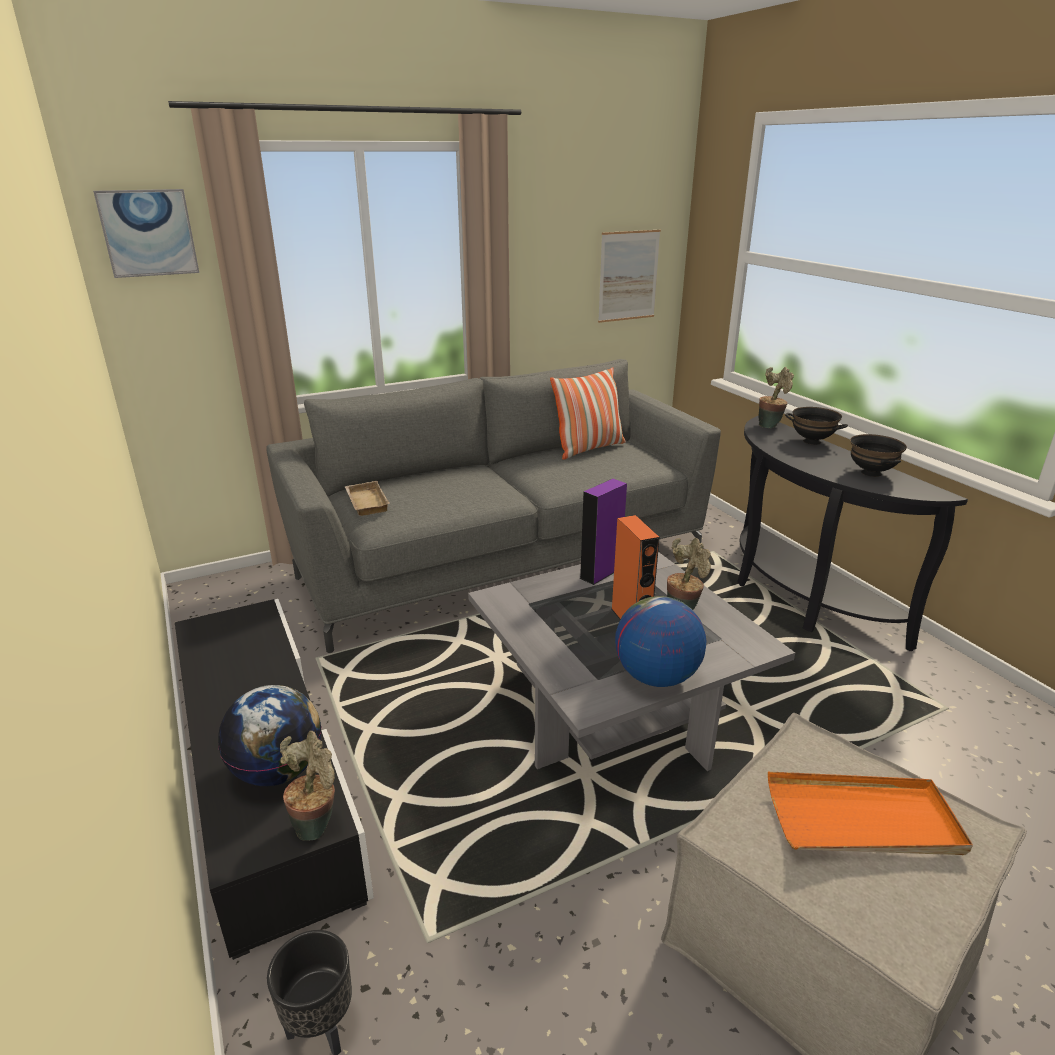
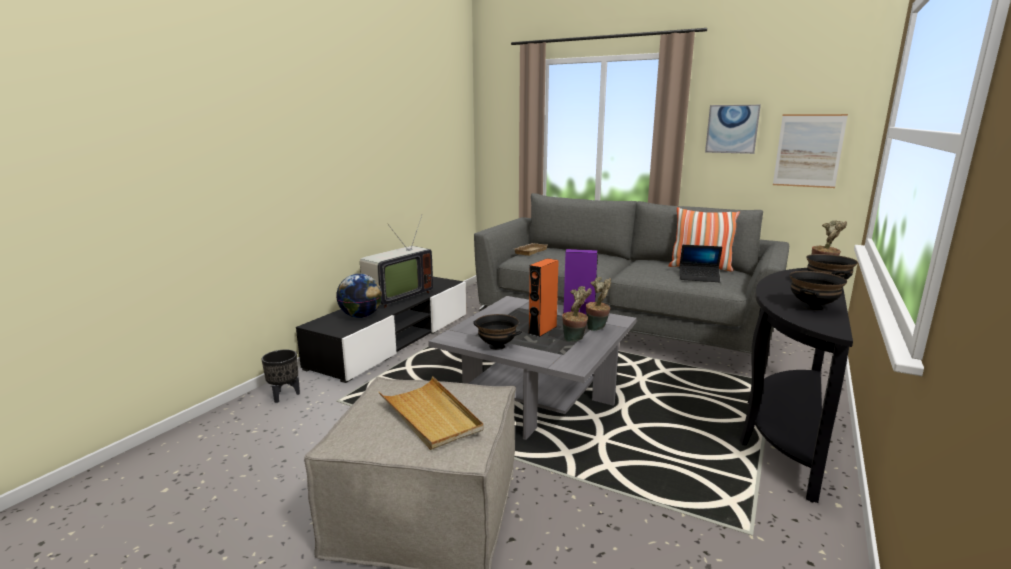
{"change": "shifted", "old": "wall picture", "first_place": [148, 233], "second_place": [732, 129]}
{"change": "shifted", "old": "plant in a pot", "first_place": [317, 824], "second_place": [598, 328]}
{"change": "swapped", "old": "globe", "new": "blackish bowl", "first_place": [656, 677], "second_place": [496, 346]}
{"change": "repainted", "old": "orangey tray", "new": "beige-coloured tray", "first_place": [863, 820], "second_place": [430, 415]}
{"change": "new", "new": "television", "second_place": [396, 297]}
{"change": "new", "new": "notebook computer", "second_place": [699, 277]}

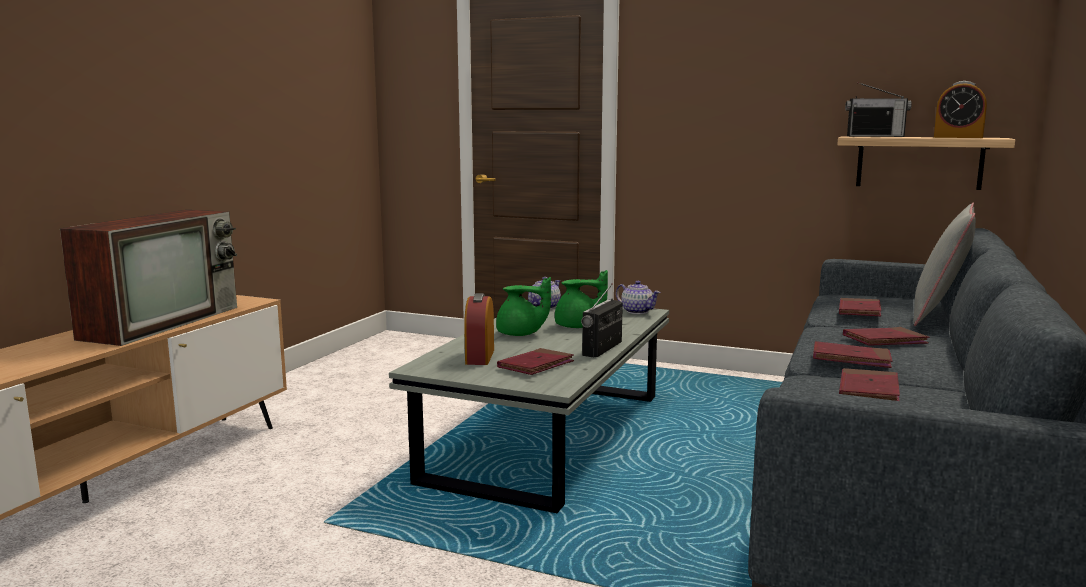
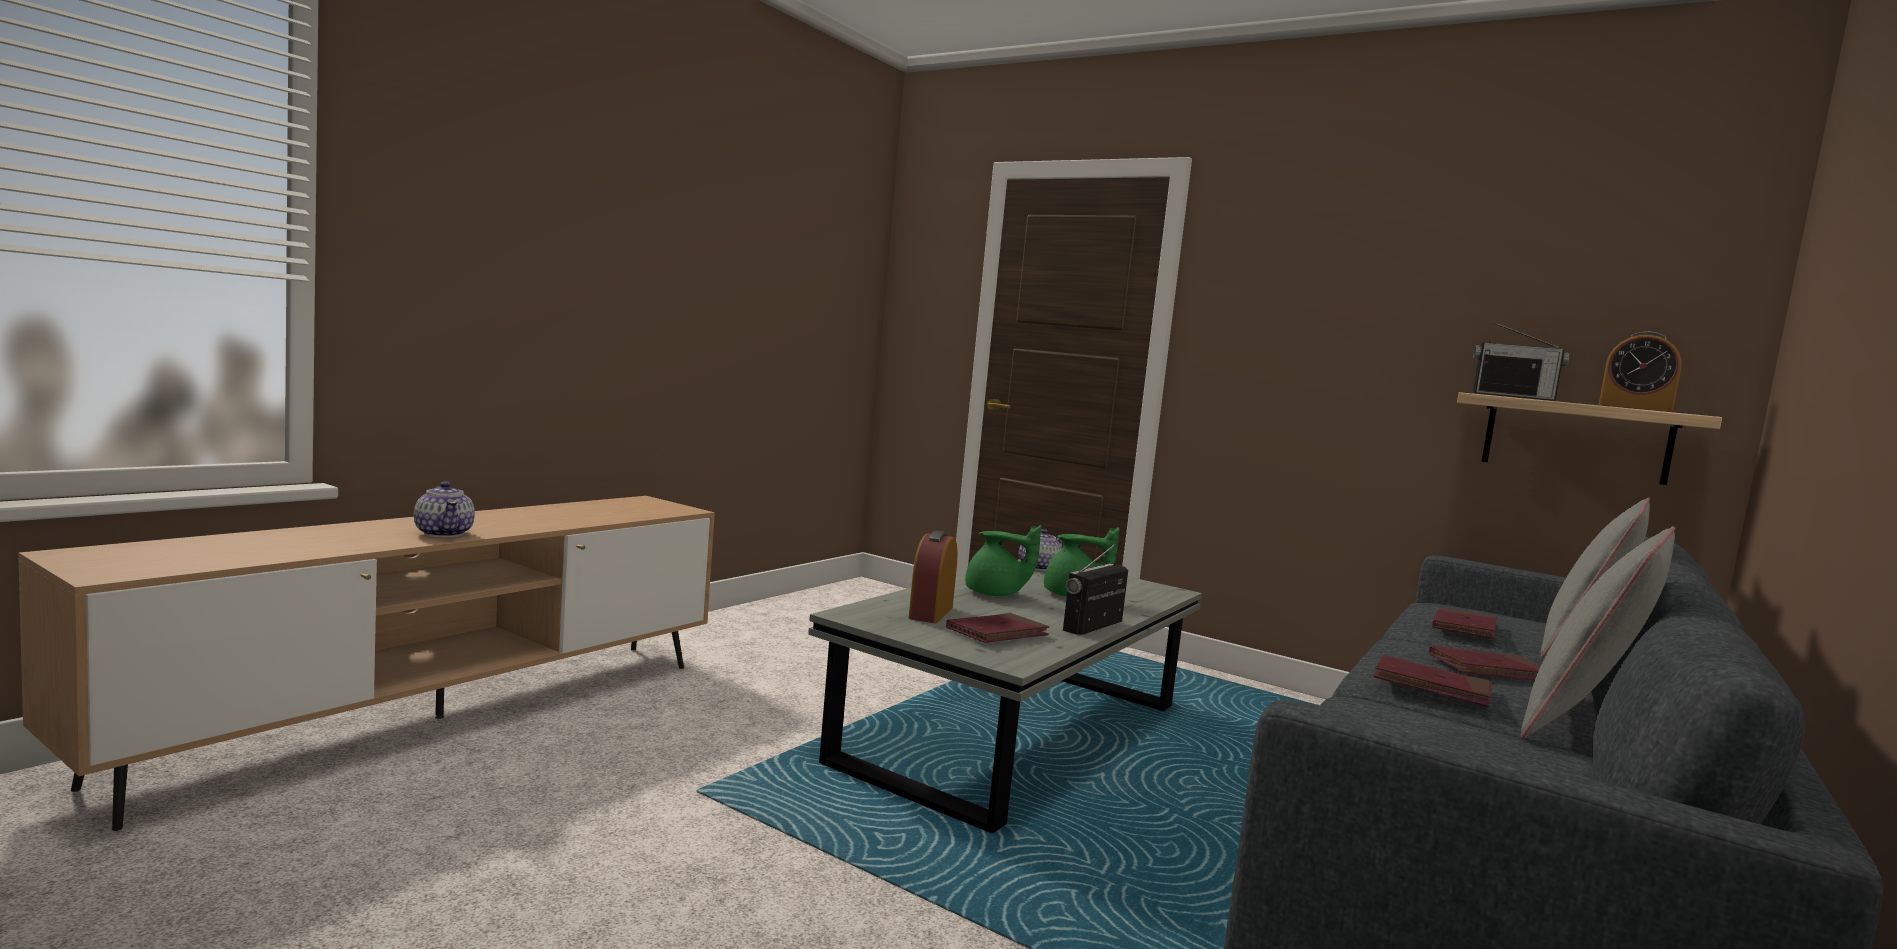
{"change": "gone", "old": "television", "first_place": [163, 322]}
{"change": "shifted", "old": "tea pot", "first_place": [637, 311], "second_place": [444, 533]}
{"change": "gone", "old": "red bound book", "first_place": [868, 390]}
{"change": "new", "new": "grey cushion", "second_place": [1581, 726]}

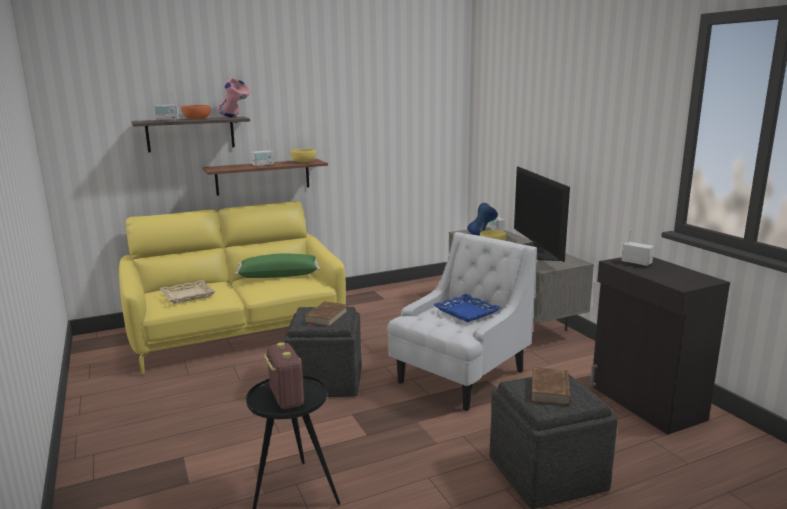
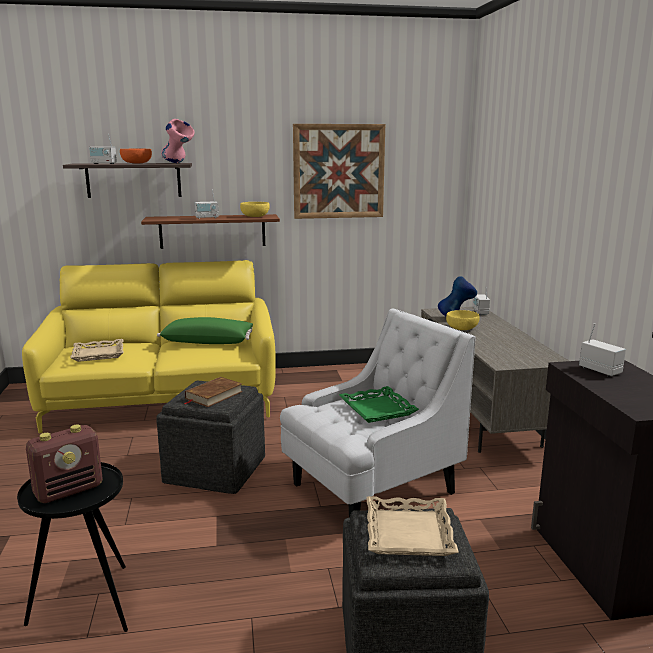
{"change": "rotated", "old": "radio set", "first_place": [286, 398], "second_place": [69, 490], "degrees": 60}
{"change": "repainted", "old": "bluish tray", "new": "greenish tray", "first_place": [466, 312], "second_place": [377, 409]}
{"change": "gone", "old": "television", "first_place": [538, 252]}
{"change": "swapped", "old": "brownish bound book", "new": "beige-coloured tray", "first_place": [550, 389], "second_place": [409, 533]}
{"change": "new", "new": "wall picture", "second_place": [338, 171]}

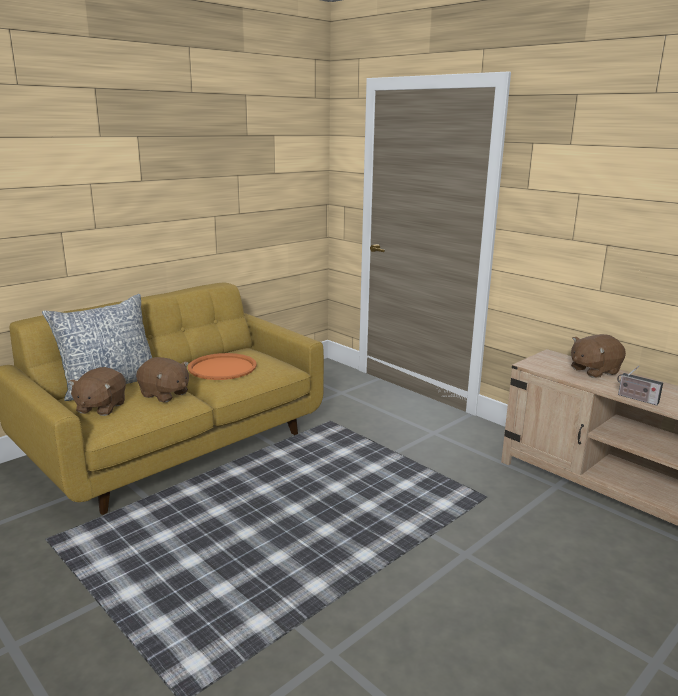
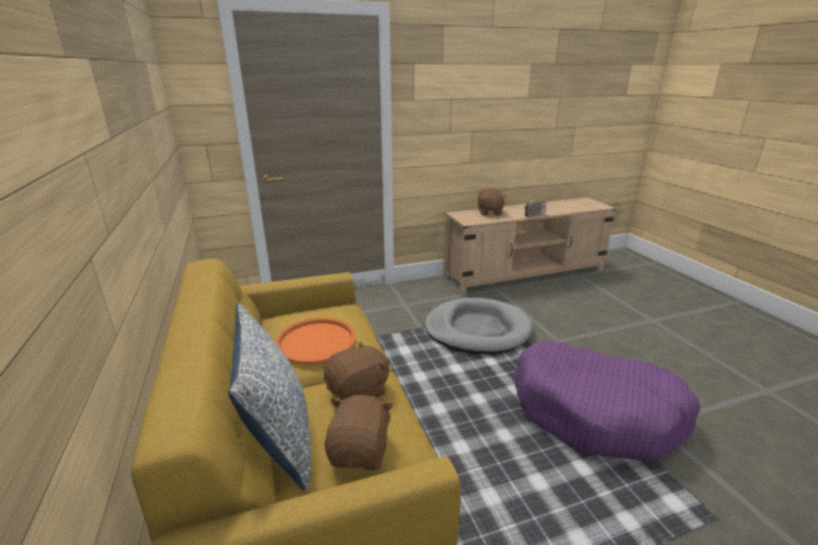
{"change": "rotated", "old": "brownish cuddly toy", "first_place": [100, 407], "second_place": [360, 451], "degrees": -120}
{"change": "new", "new": "grey dog bed", "second_place": [477, 330]}
{"change": "new", "new": "purple-coloured dog bed", "second_place": [595, 412]}

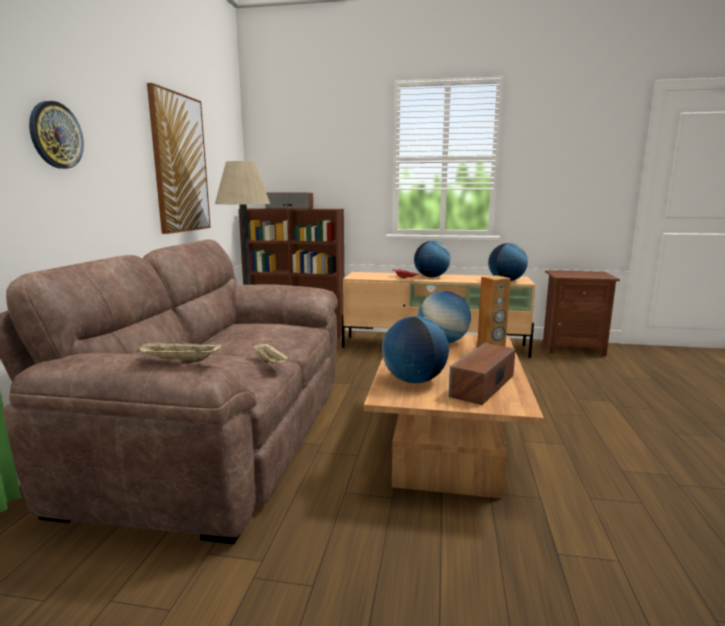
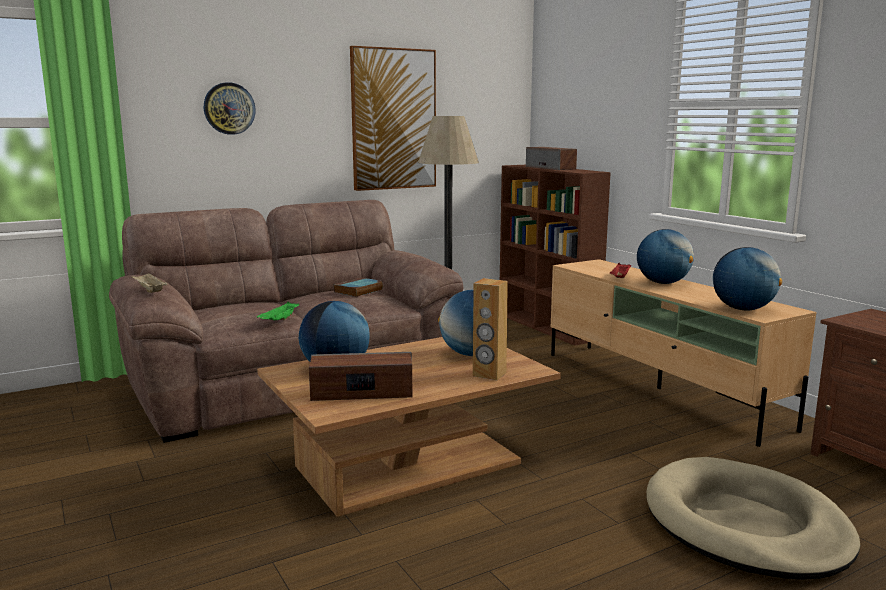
{"change": "repainted", "old": "beige-coloured tray", "new": "greenish tray", "first_place": [271, 363], "second_place": [280, 321]}
{"change": "new", "new": "bound book", "second_place": [358, 291]}
{"change": "new", "new": "beige-coloured dog bed", "second_place": [745, 524]}

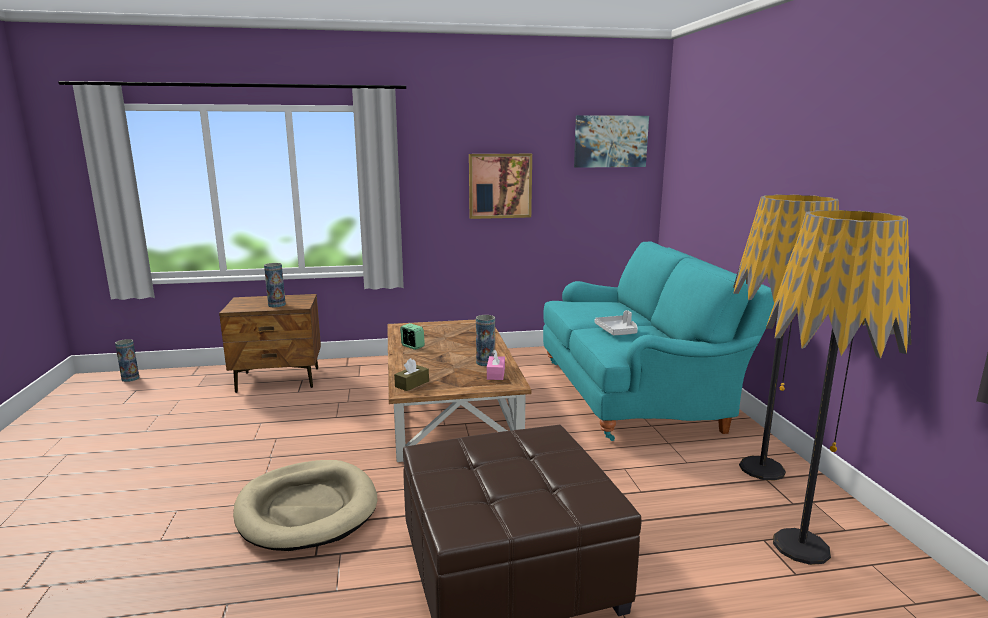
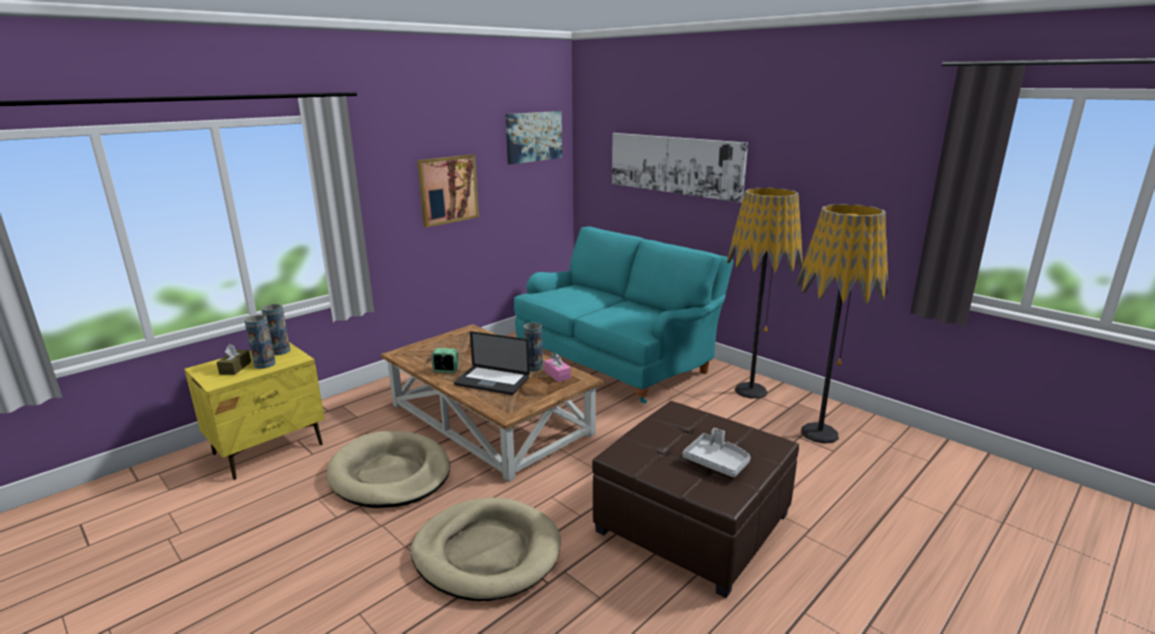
{"change": "shifted", "old": "flower vase", "first_place": [130, 378], "second_place": [280, 351]}
{"change": "repainted", "old": "brownish nightstand", "new": "yellow nightstand", "first_place": [279, 380], "second_place": [269, 449]}
{"change": "shifted", "old": "brownish box of tissues", "first_place": [412, 384], "second_place": [235, 368]}
{"change": "shifted", "old": "grey tray", "first_place": [617, 331], "second_place": [716, 462]}
{"change": "new", "new": "beige-coloured dog bed", "second_place": [390, 474]}
{"change": "new", "new": "notebook computer", "second_place": [492, 381]}
{"change": "new", "new": "wall picture", "second_place": [674, 165]}

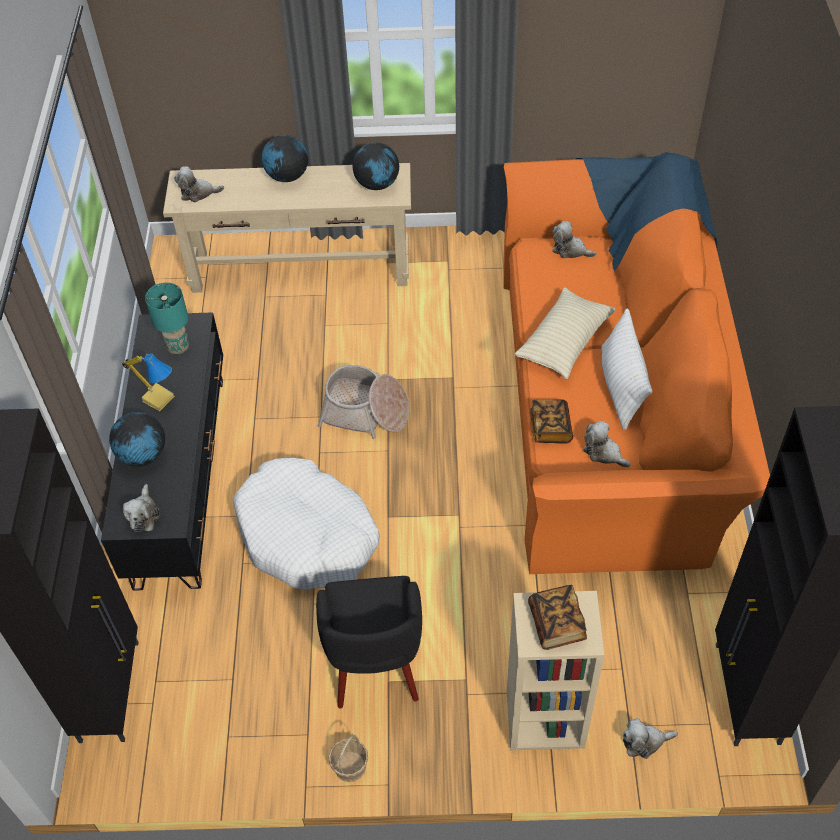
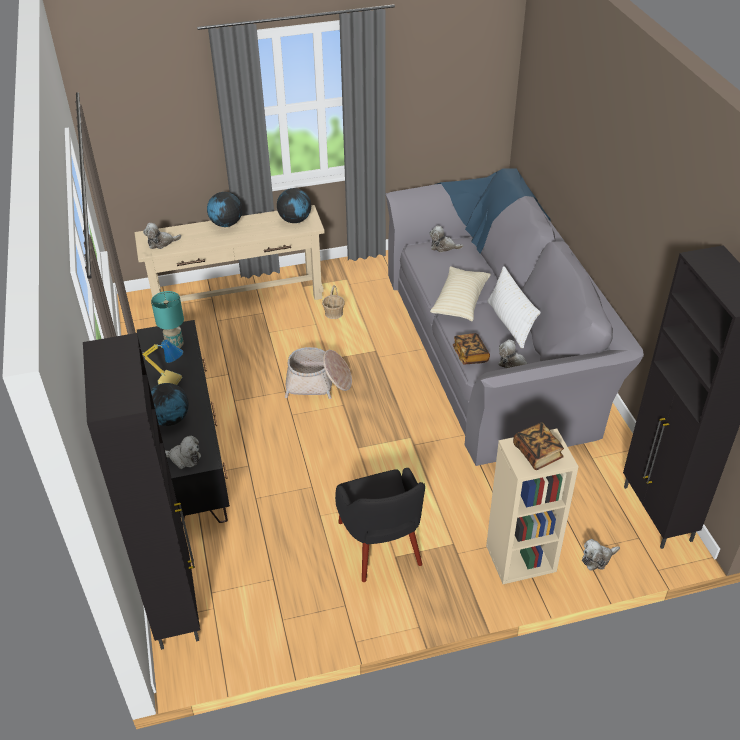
{"change": "rotated", "old": "cuddly toy", "first_place": [143, 514], "second_place": [183, 458], "degrees": -60}
{"change": "gone", "old": "white-coloured dog bed", "first_place": [307, 535]}
{"change": "shifted", "old": "storage basket", "first_place": [350, 766], "second_place": [334, 313]}
{"change": "repainted", "old": "orangey settee", "new": "grey settee", "first_place": [610, 400], "second_place": [494, 347]}

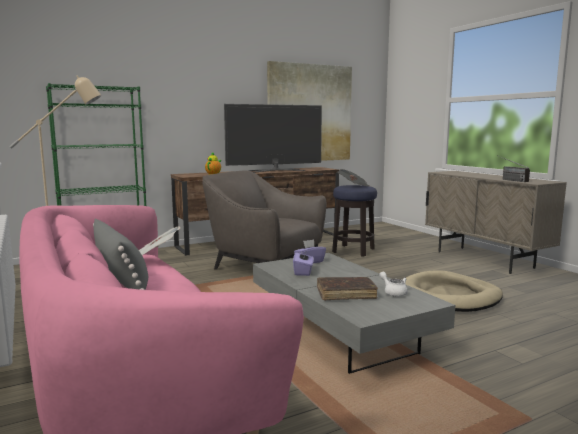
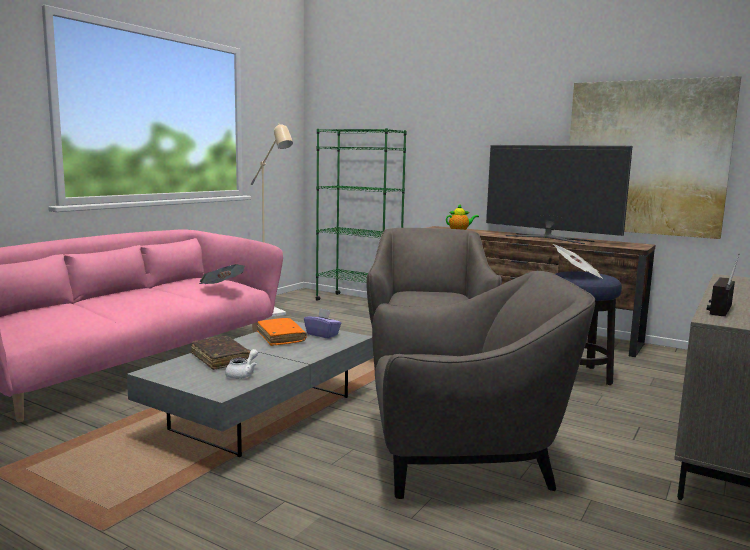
{"change": "gone", "old": "grey cushion", "first_place": [121, 277]}
{"change": "swapped", "old": "purple-coloured box of tissues", "new": "orangey bound book", "first_place": [303, 272], "second_place": [281, 337]}
{"change": "swapped", "old": "beige-coloured dog bed", "new": "grey lounge chair", "first_place": [449, 296], "second_place": [464, 456]}

